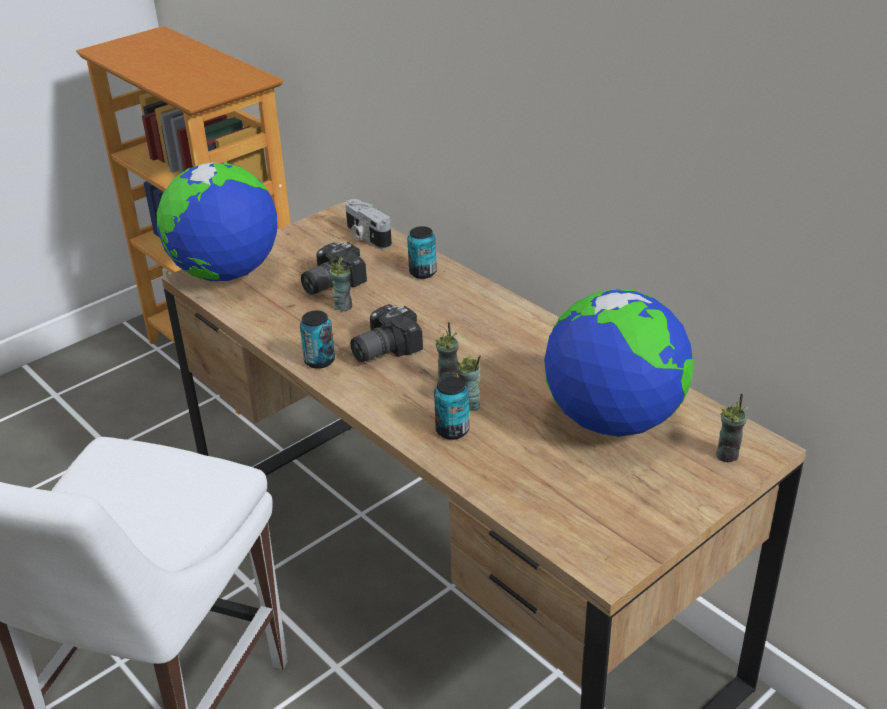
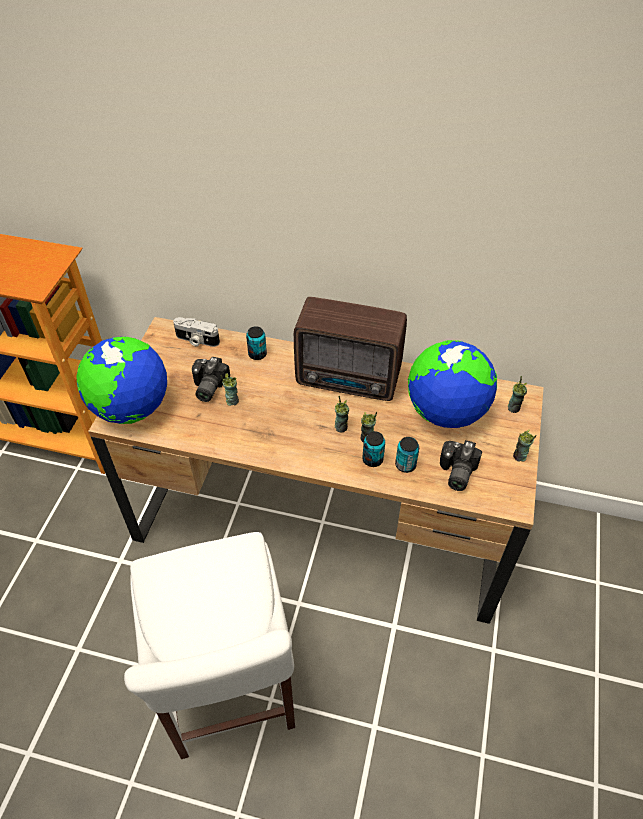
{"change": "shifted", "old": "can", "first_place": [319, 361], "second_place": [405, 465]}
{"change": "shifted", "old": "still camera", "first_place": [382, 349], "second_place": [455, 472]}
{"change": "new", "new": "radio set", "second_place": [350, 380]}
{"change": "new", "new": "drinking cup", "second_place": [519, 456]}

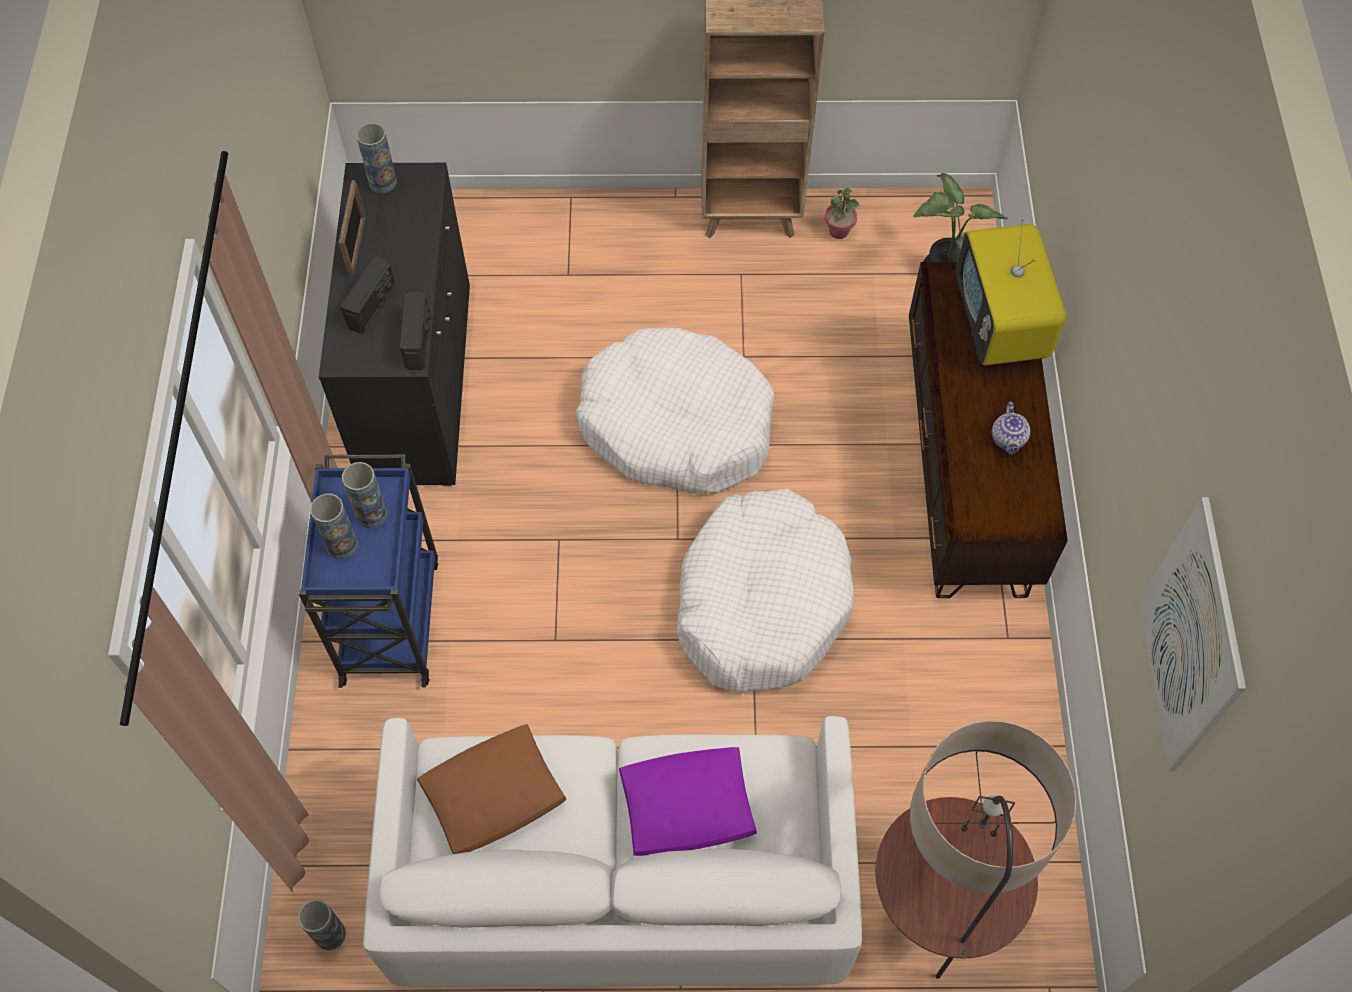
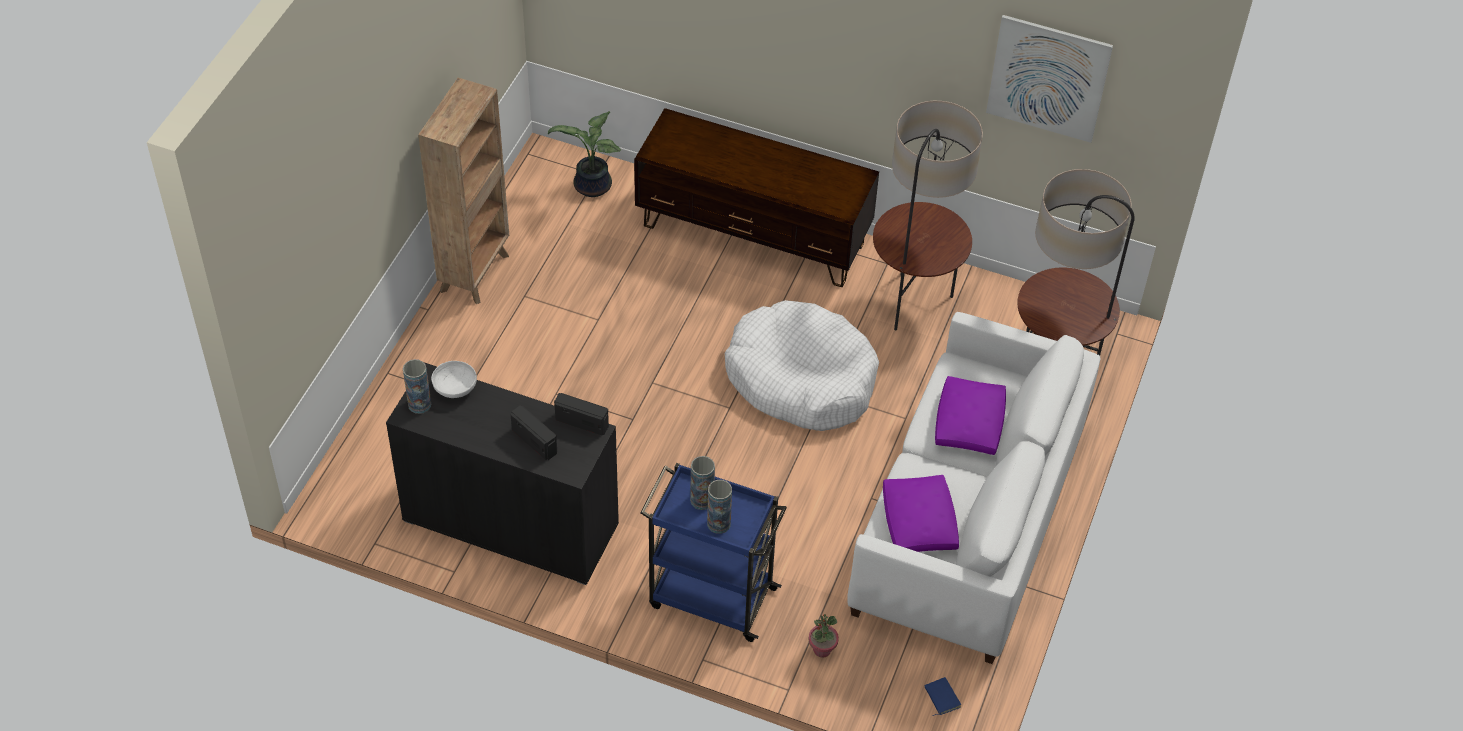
{"change": "swapped", "old": "flower vase", "new": "bluish bound book", "first_place": [330, 934], "second_place": [941, 697]}
{"change": "gone", "old": "standing frame", "first_place": [357, 246]}
{"change": "repainted", "old": "brownish cushion", "new": "purple-coloured cushion", "first_place": [492, 796], "second_place": [919, 523]}
{"change": "gone", "old": "white-coloured dog bed", "first_place": [676, 424]}
{"change": "shifted", "old": "plant in a pot", "first_place": [838, 231], "second_place": [822, 649]}
{"change": "gone", "old": "television", "first_place": [1000, 326]}
{"change": "gone", "old": "tea pot", "first_place": [1008, 440]}
{"change": "new", "new": "white-coloured bowl", "second_place": [454, 389]}
{"change": "new", "new": "standing lamp", "second_place": [913, 304]}

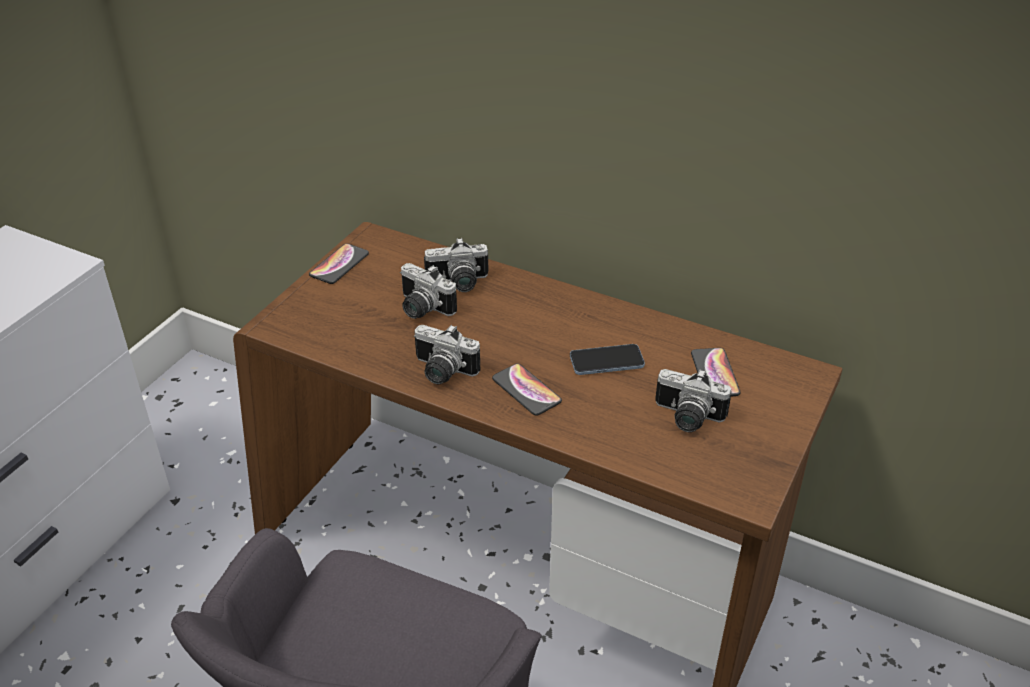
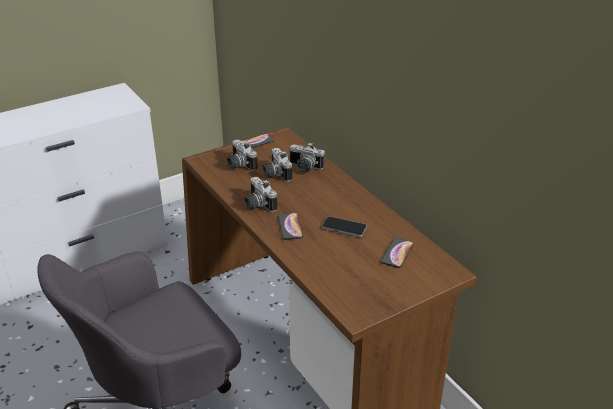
{"change": "shifted", "old": "still camera", "first_place": [686, 418], "second_place": [239, 165]}

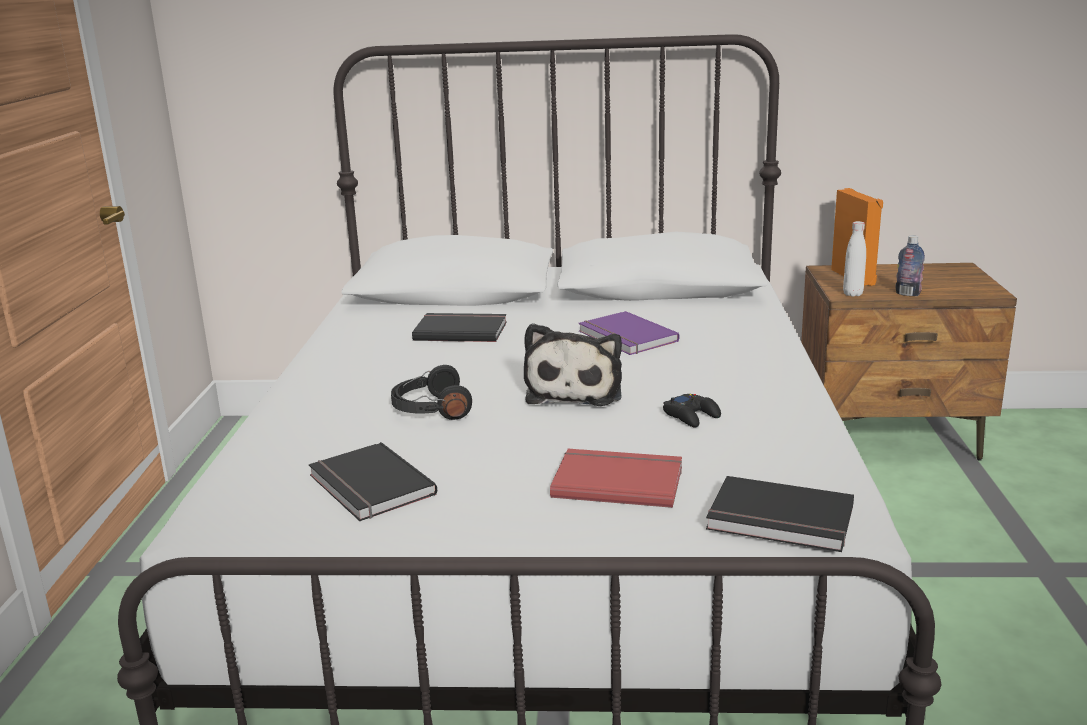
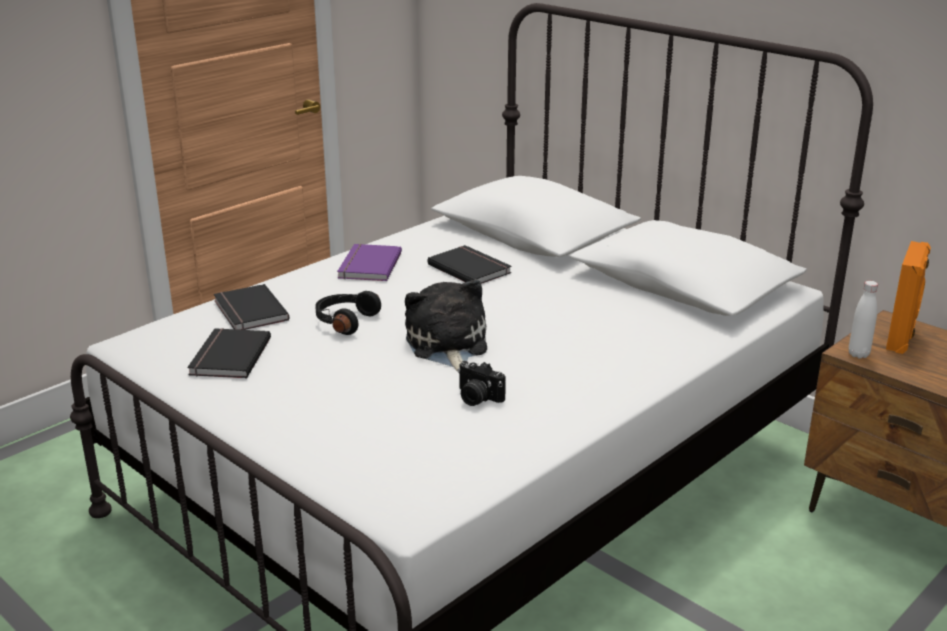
{"change": "rotated", "old": "cuddly toy", "first_place": [575, 391], "second_place": [447, 346], "degrees": 120}
{"change": "gone", "old": "red bound book", "first_place": [617, 481]}
{"change": "shifted", "old": "purple-coloured bound book", "first_place": [625, 337], "second_place": [367, 265]}
{"change": "swapped", "old": "blackish joypad", "new": "still camera", "first_place": [691, 416], "second_place": [477, 398]}
{"change": "shifted", "old": "blackish bound book", "first_place": [780, 520], "second_place": [248, 311]}
{"change": "gone", "old": "beverage bottle", "first_place": [907, 294]}

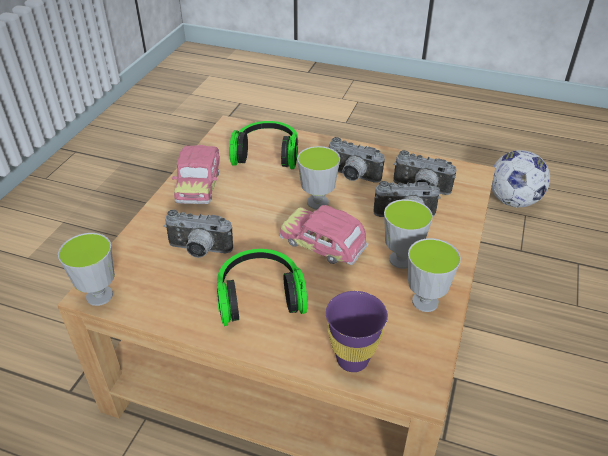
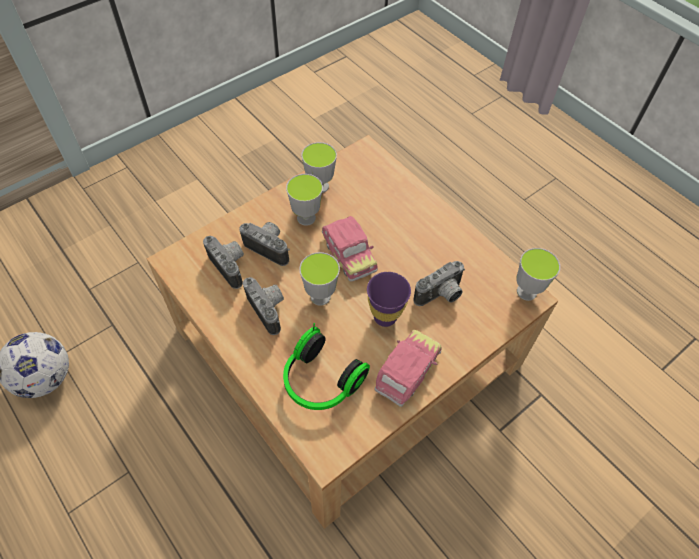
{"change": "rotated", "old": "still camera", "first_place": [198, 251], "second_place": [441, 296], "degrees": 105}
{"change": "gone", "old": "headphones", "first_place": [259, 296]}
{"change": "shifted", "old": "purple-coloured drinking cup", "first_place": [352, 360], "second_place": [385, 317]}

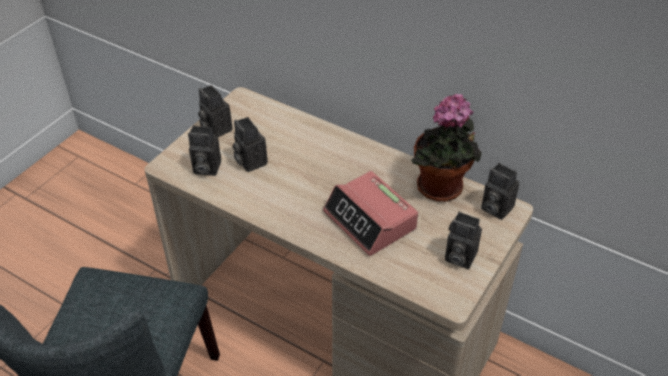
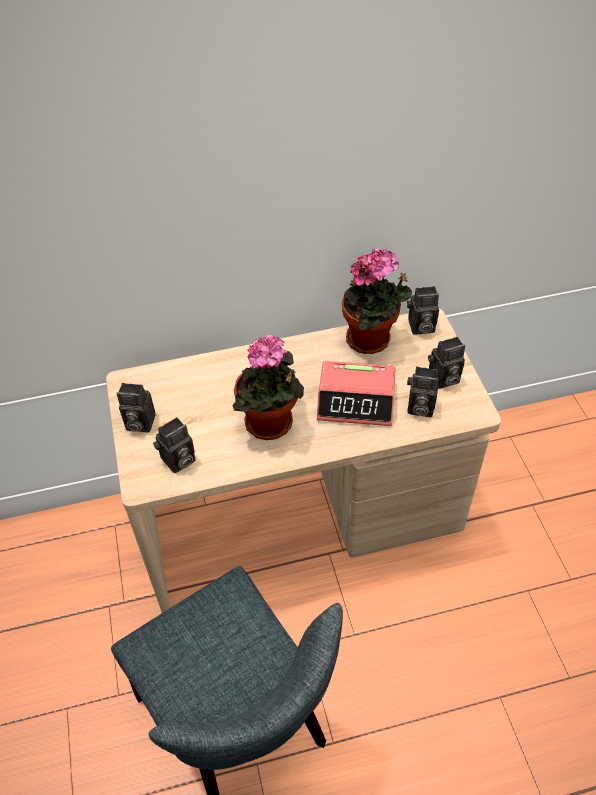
{"change": "shifted", "old": "still camera", "first_place": [249, 161], "second_place": [419, 408]}
{"change": "new", "new": "plant in a pot", "second_place": [271, 426]}

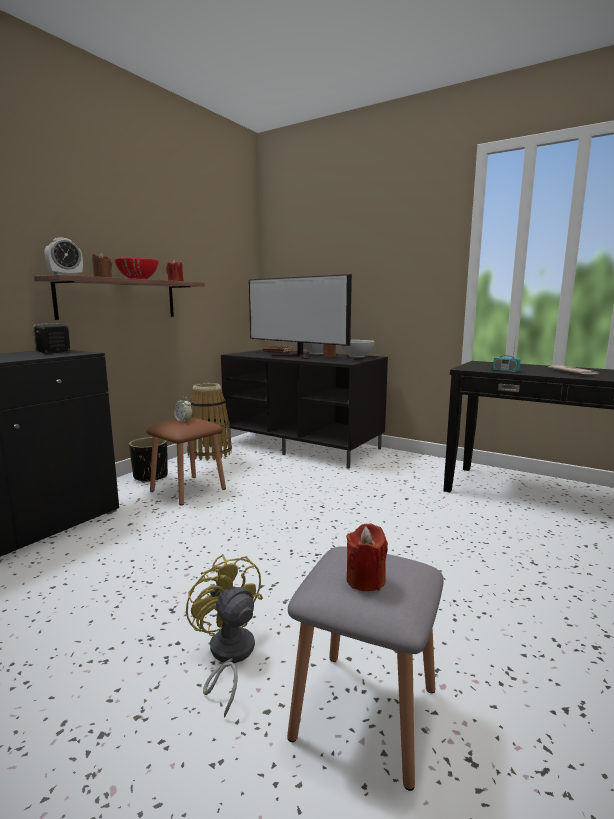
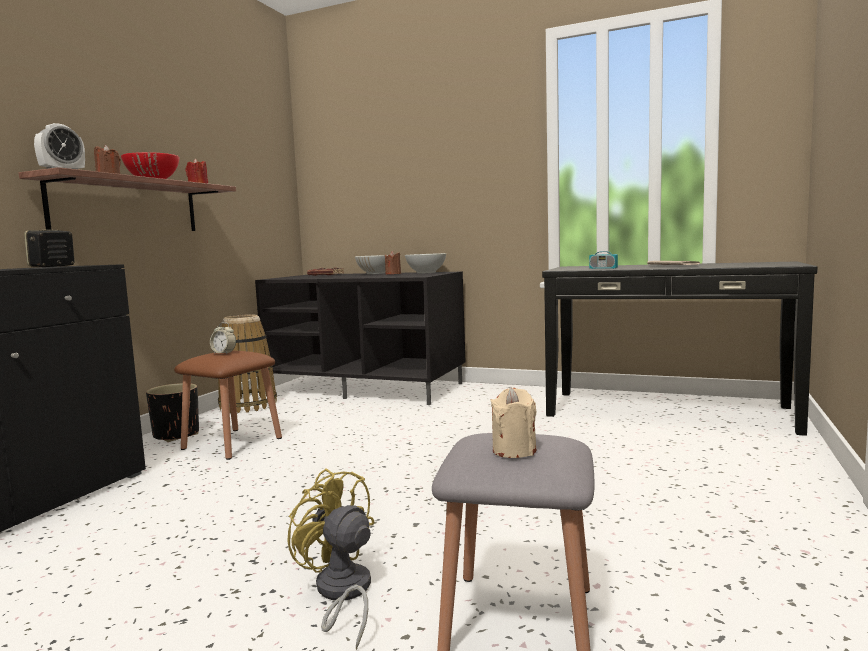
{"change": "gone", "old": "television", "first_place": [296, 357]}
{"change": "repainted", "old": "red candle", "new": "beige-coloured candle", "first_place": [365, 580], "second_place": [514, 451]}

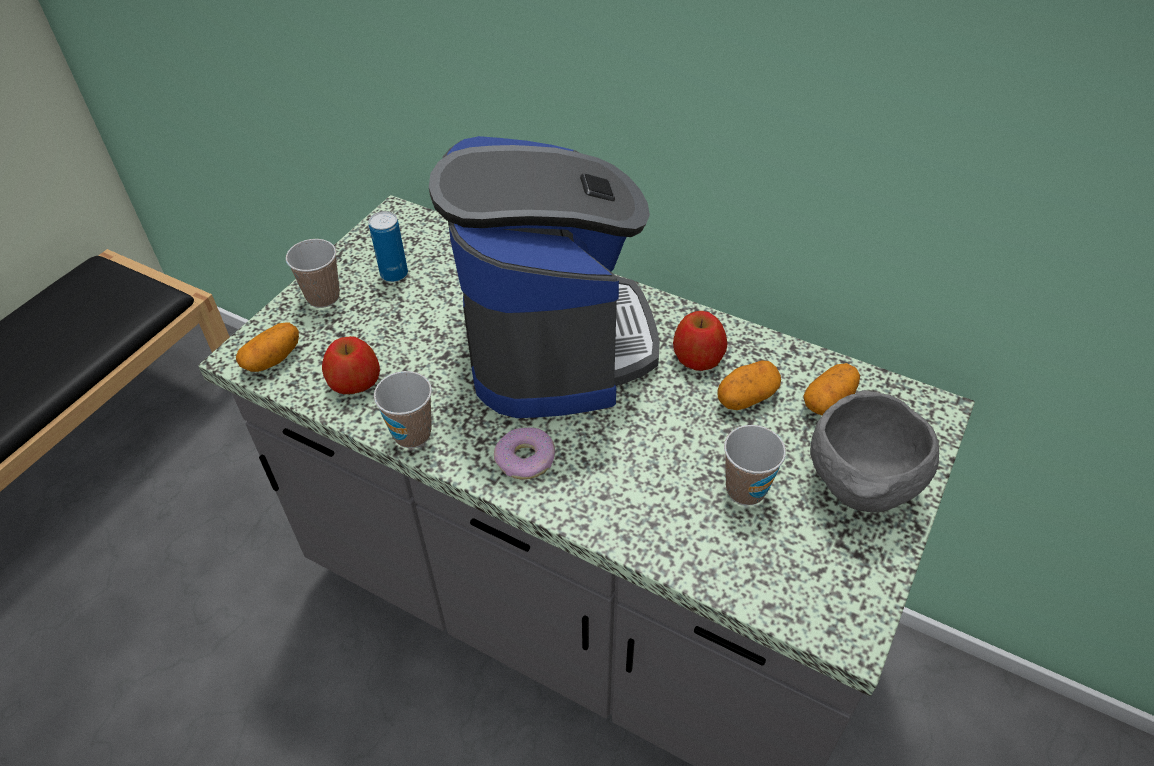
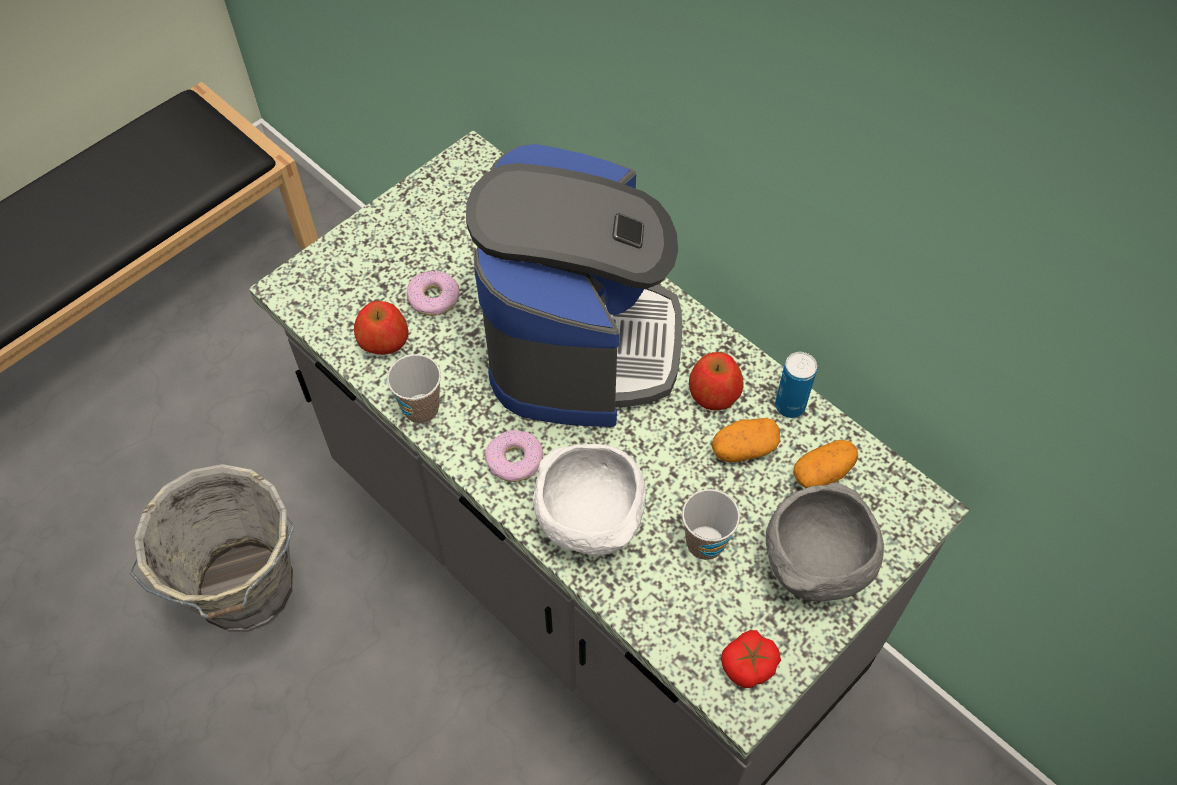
{"change": "gone", "old": "whole potato", "first_place": [273, 359]}
{"change": "gone", "old": "drinking cup", "first_place": [323, 297]}
{"change": "shifted", "old": "can", "first_place": [394, 274], "second_place": [790, 406]}
{"change": "new", "new": "grey pail", "second_place": [246, 592]}
{"change": "new", "new": "ring doughnut", "second_place": [434, 299]}
{"change": "new", "new": "white-coloured bowl", "second_place": [592, 523]}
{"change": "new", "new": "tomato", "second_place": [749, 665]}

